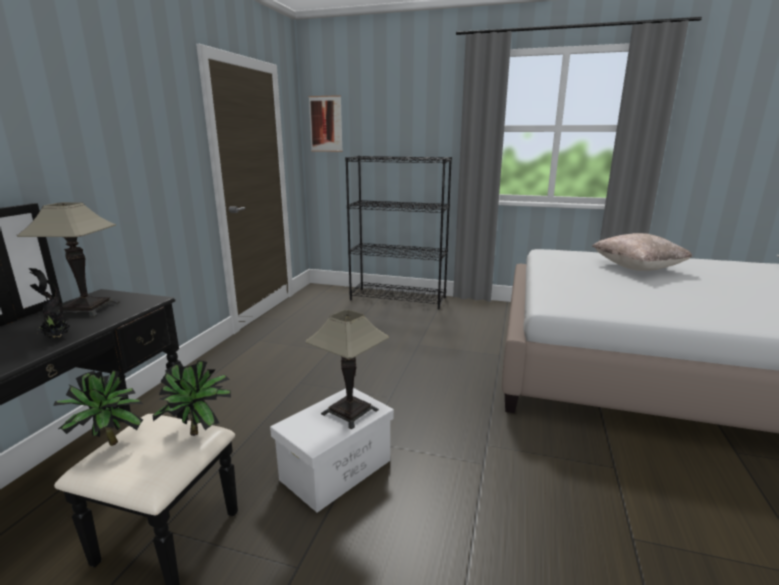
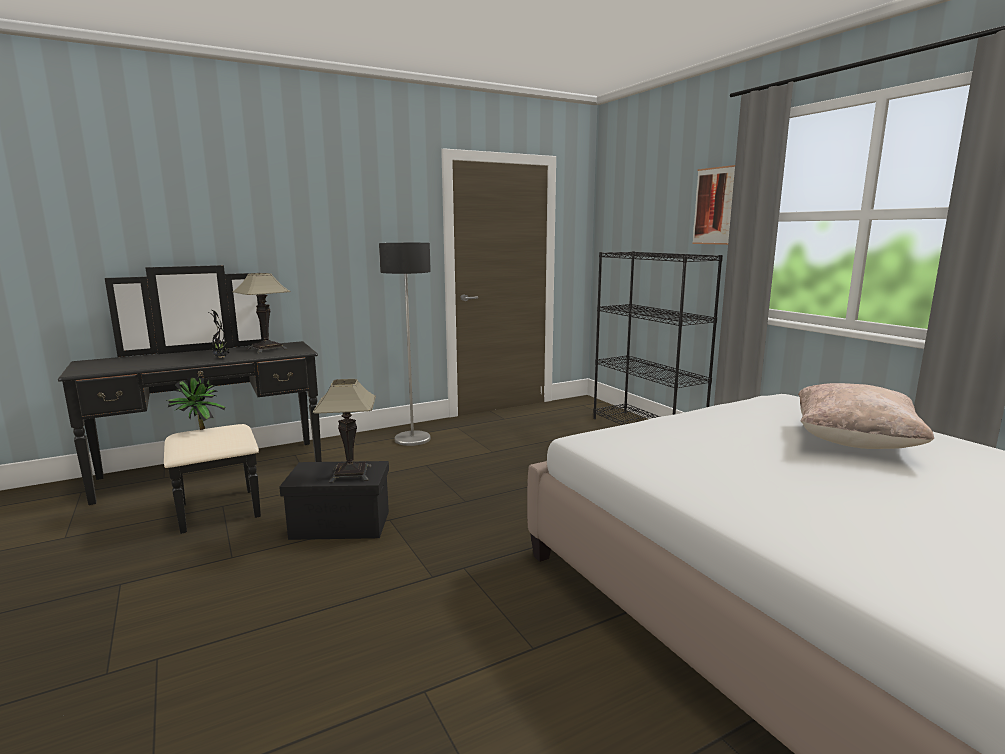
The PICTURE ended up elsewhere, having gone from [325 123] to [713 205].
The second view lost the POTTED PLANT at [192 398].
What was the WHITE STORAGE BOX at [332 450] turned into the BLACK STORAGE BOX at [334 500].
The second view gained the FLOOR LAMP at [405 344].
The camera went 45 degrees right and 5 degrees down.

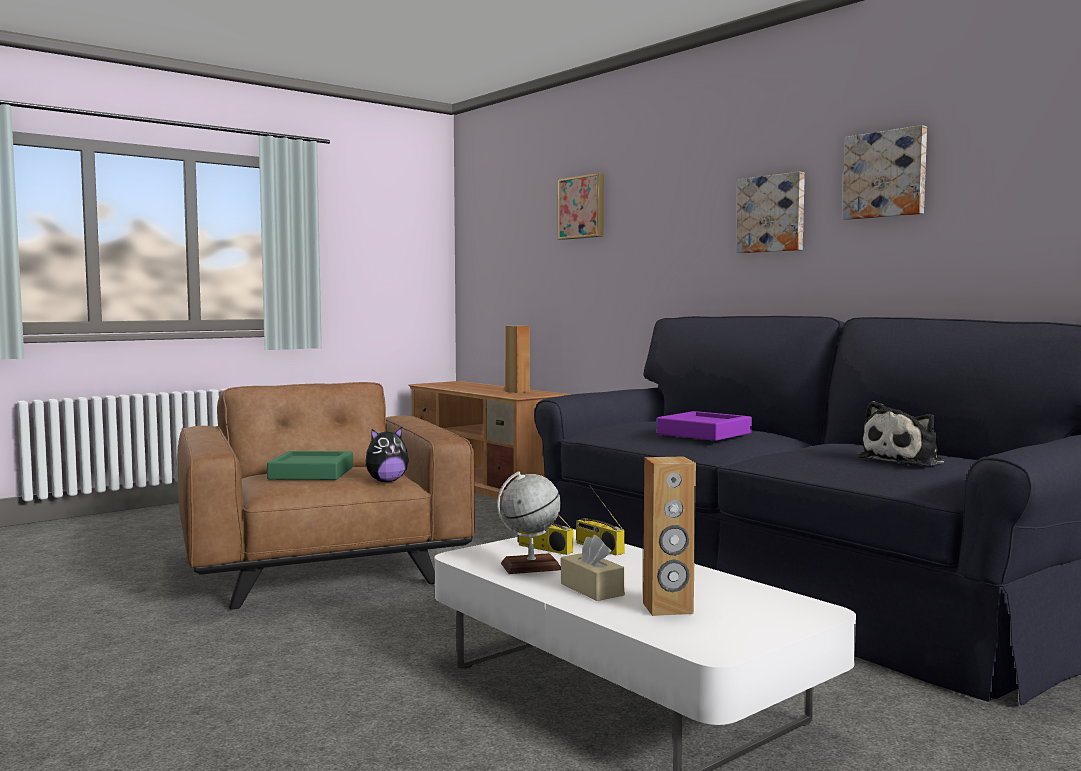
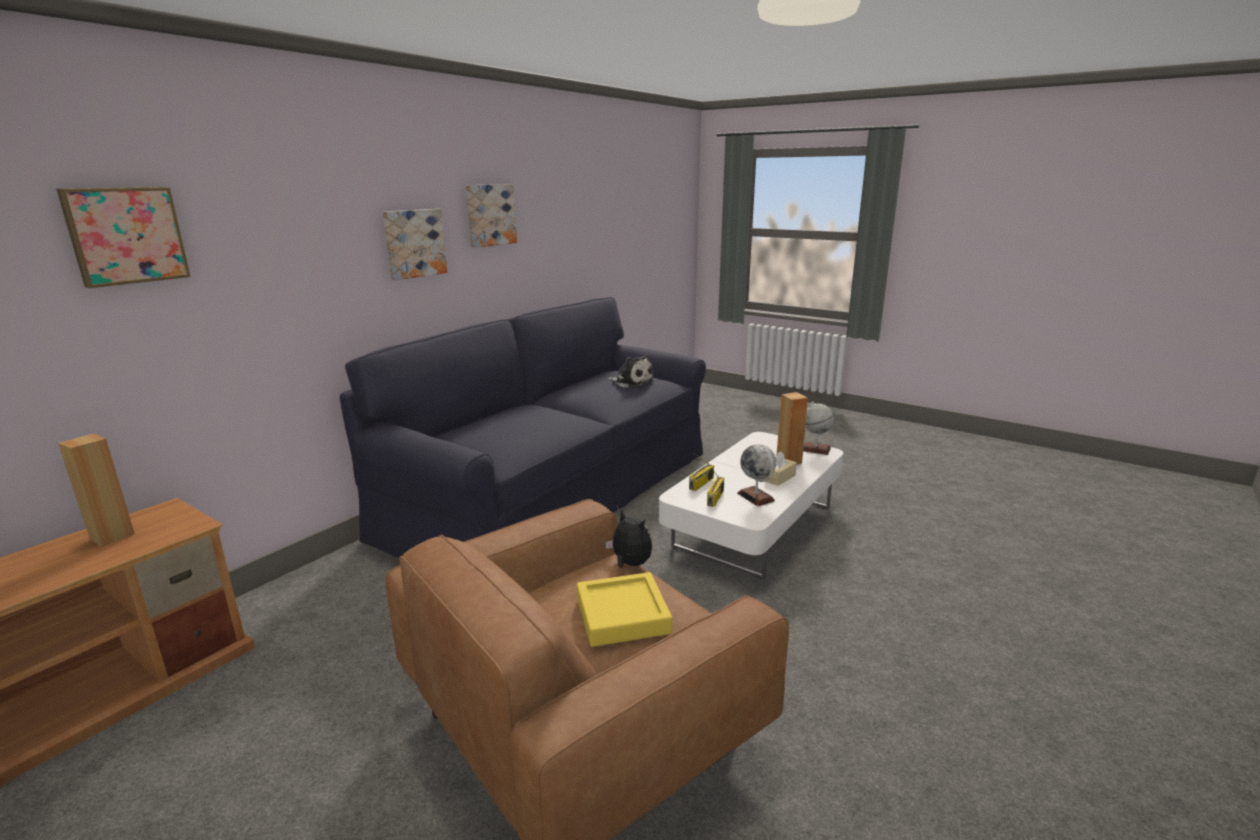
The second view lost the PURPLE TRAY at [704 426].
What was the GREEN TRAY at [310 465] turned into the YELLOW TRAY at [624 609].
The second view gained the GLOBE at [818 428].
The camera went 105 degrees left and 15 degrees up.

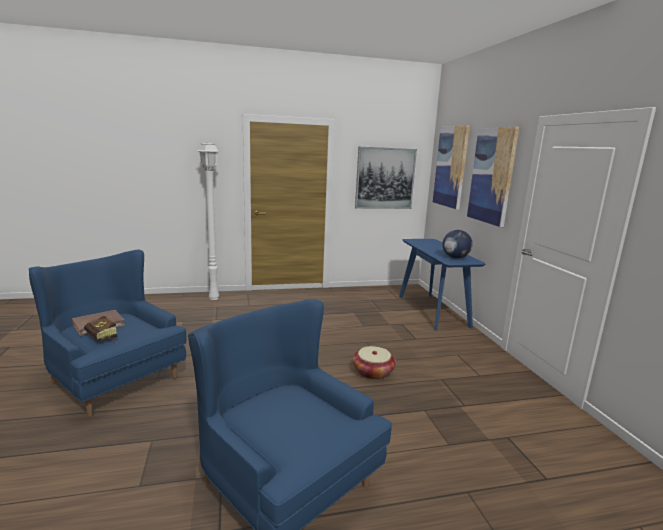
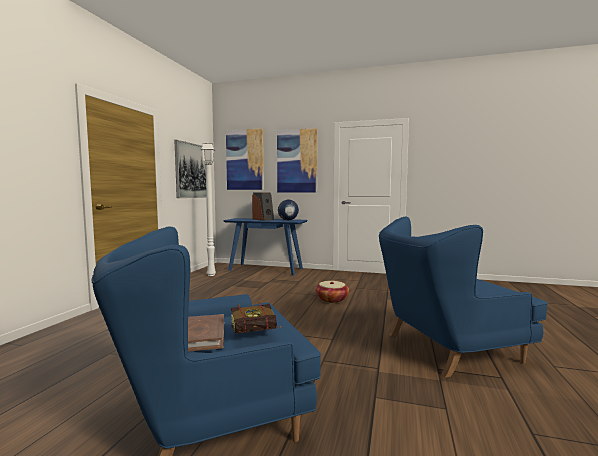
The WHITE FLOOR LAMP ended up elsewhere, having gone from [208 221] to [208 209].
The second view gained the SPEAKER at [263 206].
The camera went 60 degrees left and 10 degrees down.

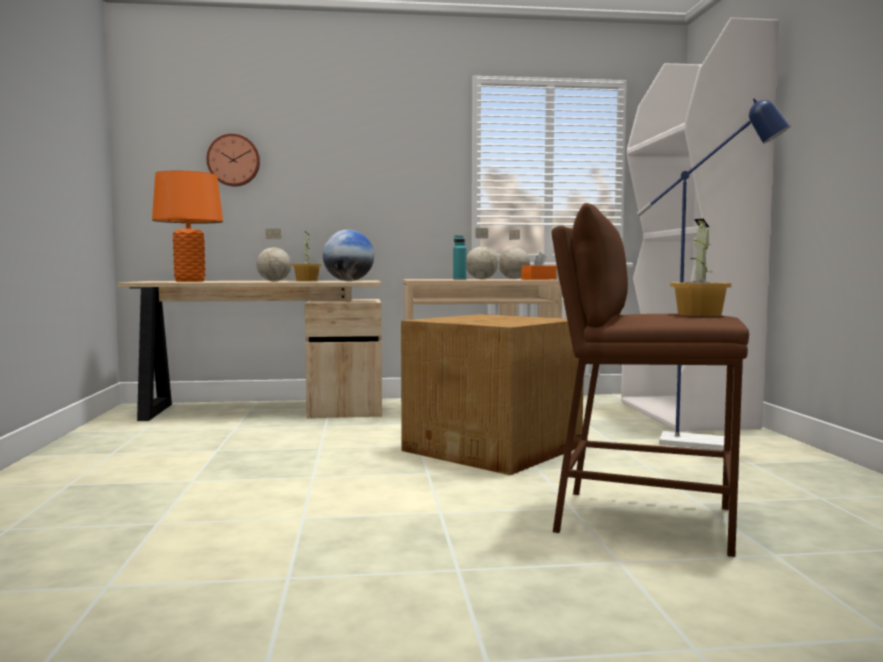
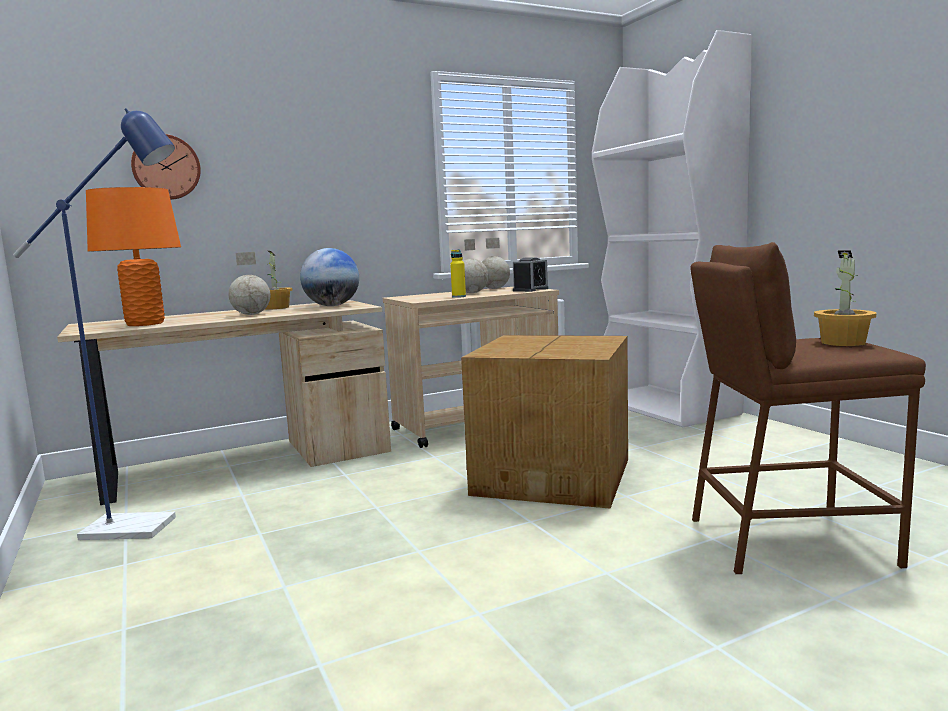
The BLUE FLOOR LAMP ended up elsewhere, having gone from [714 274] to [94 324].
What was the TURQUOISE BOTTLE at [459 257] turned into the YELLOW BOTTLE at [458 274].
Where the ORANGE TISSUE BOX stood at [539 266], the ALARM CLOCK came to stand at [531 274].
The camera went 20 degrees left and 5 degrees up.

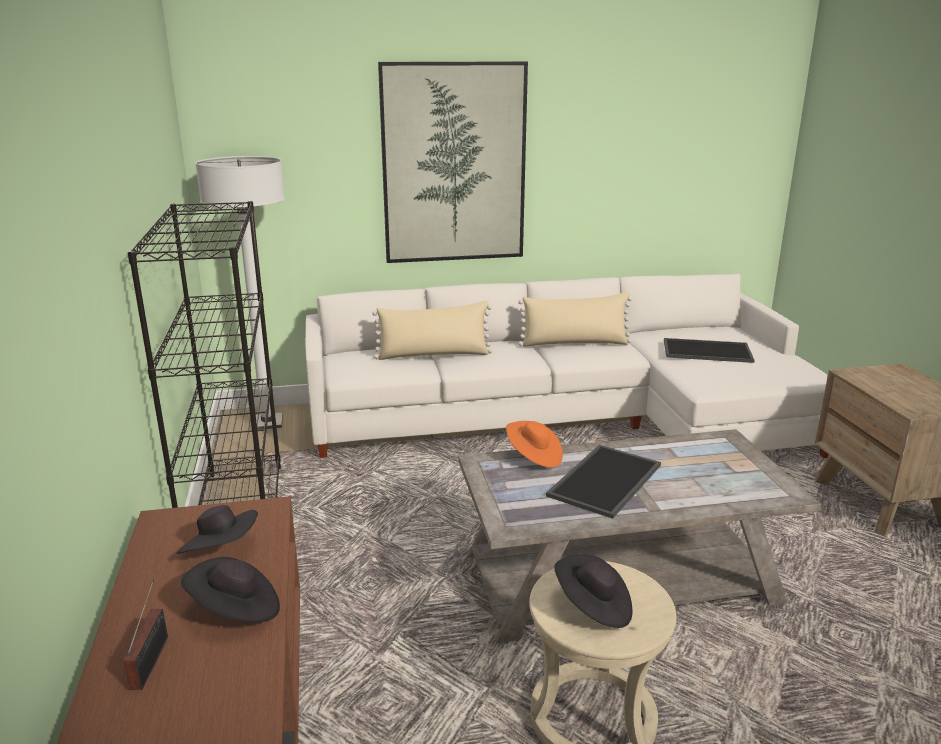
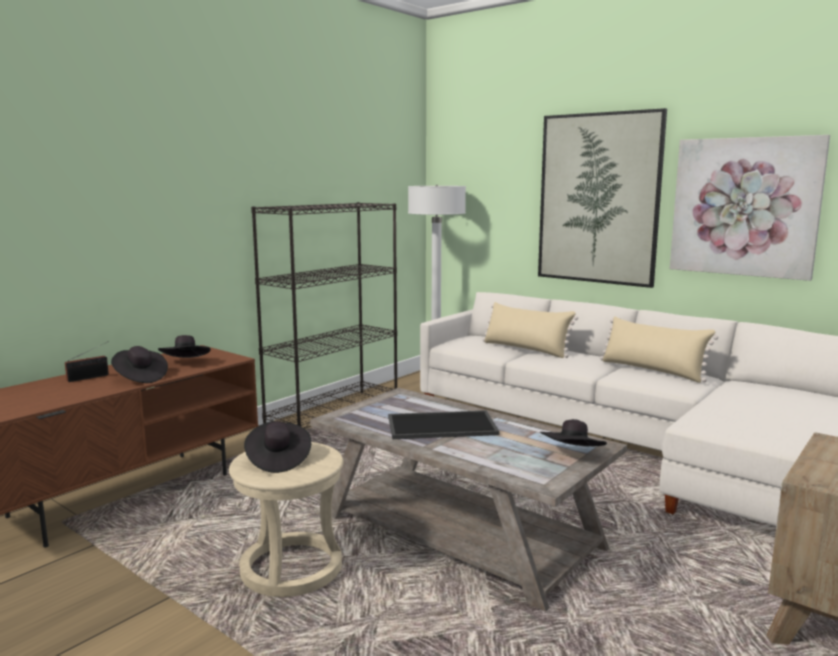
The second view lost the TRAY at [709 350].
The second view lost the ORANGE HAT at [534 444].
The second view gained the PICTURE at [750 208].
The second view gained the BLACK HAT at [573 432].
The camera went 50 degrees right and 10 degrees down.

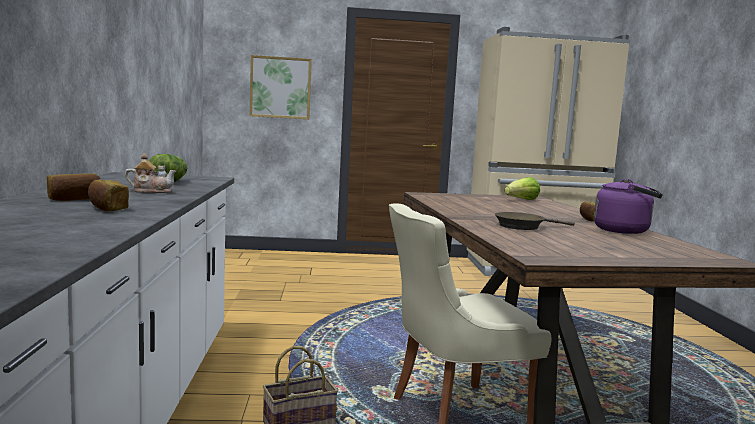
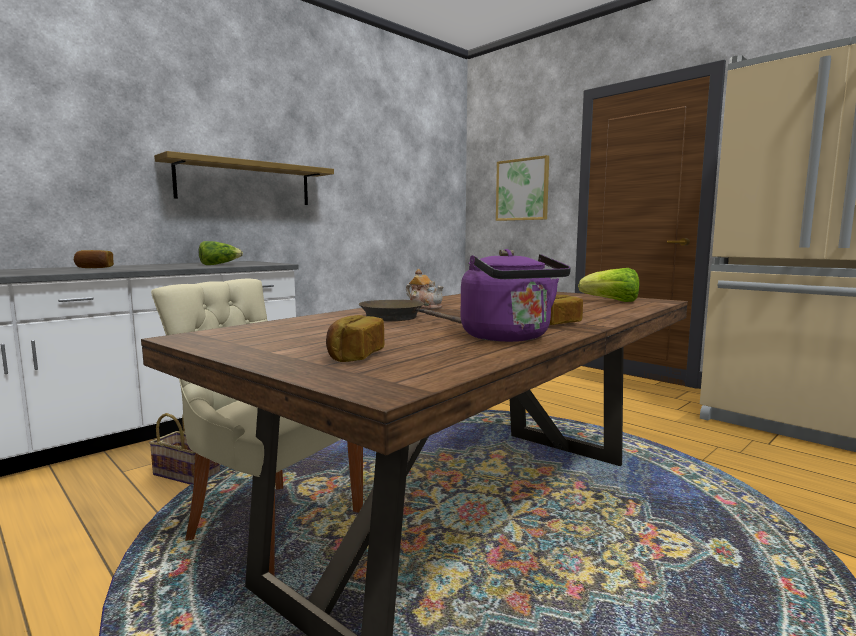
The TEAPOT ended up elsewhere, having gone from [150 173] to [425 289].
The BREAD ended up elsewhere, having gone from [108 195] to [355 338].
The second view gained the SHELF at [244 178].
The camera went 50 degrees right and 0 degrees up.

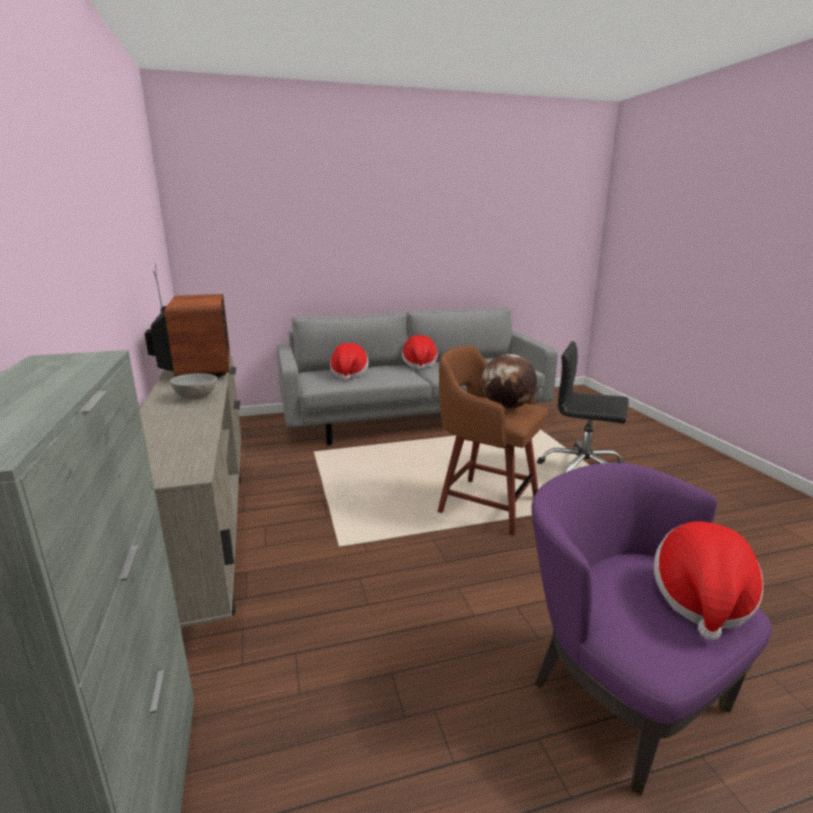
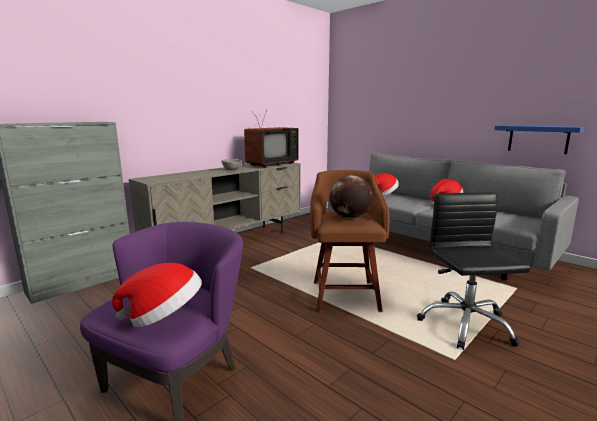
The second view gained the BLUE SHELF at [539 139].
The camera went 60 degrees right and 5 degrees down.

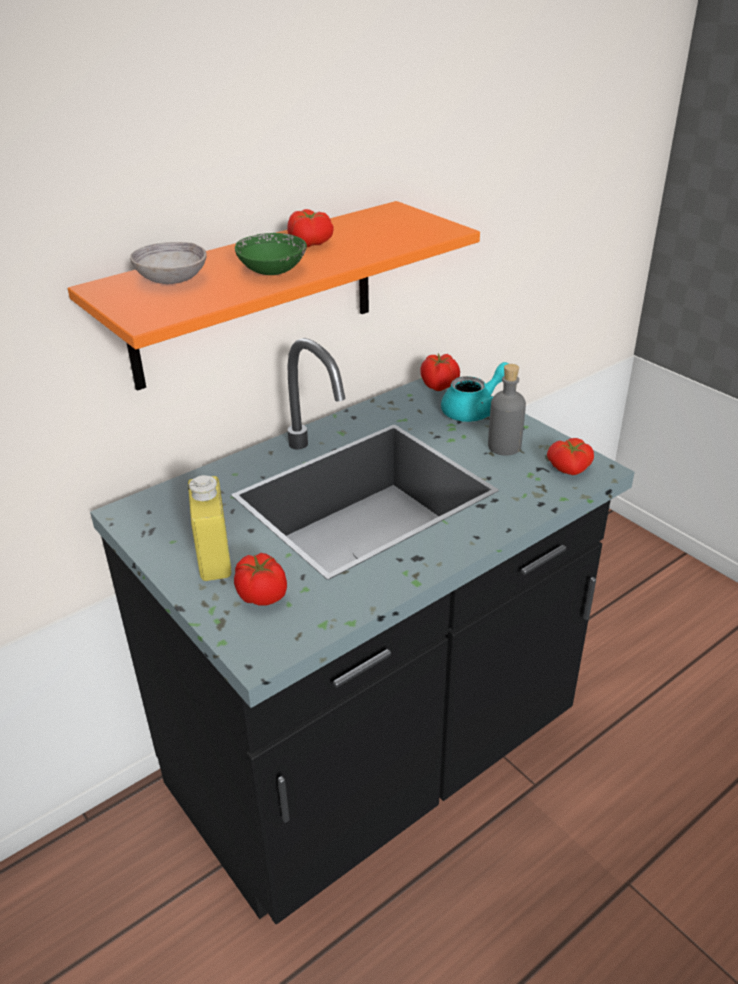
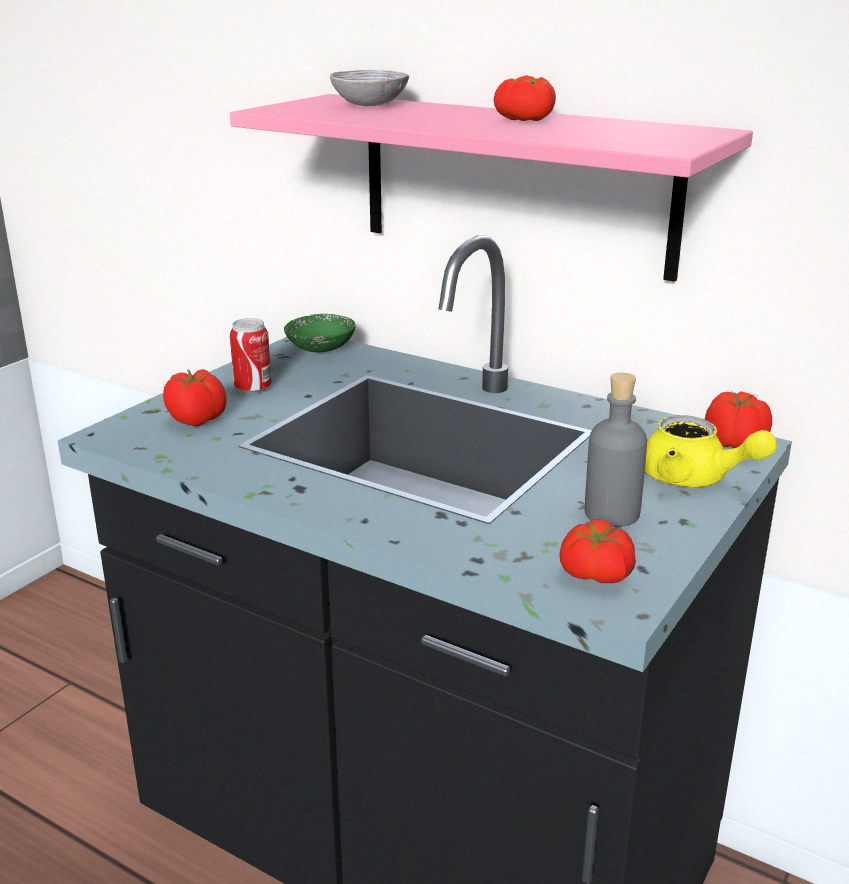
What was the ORANGE SHELF at [274 296] turned into the PINK SHELF at [491 188].
The GREEN BOWL ended up elsewhere, having gone from [271 254] to [320 333].
What was the TURQUOISE TEAPOT at [474 392] turned into the YELLOW TEAPOT at [711 451].
Where the YELLOW BOTTLE stood at [209 528], the CAN came to stand at [251 356].
The camera went 70 degrees right and 10 degrees down.

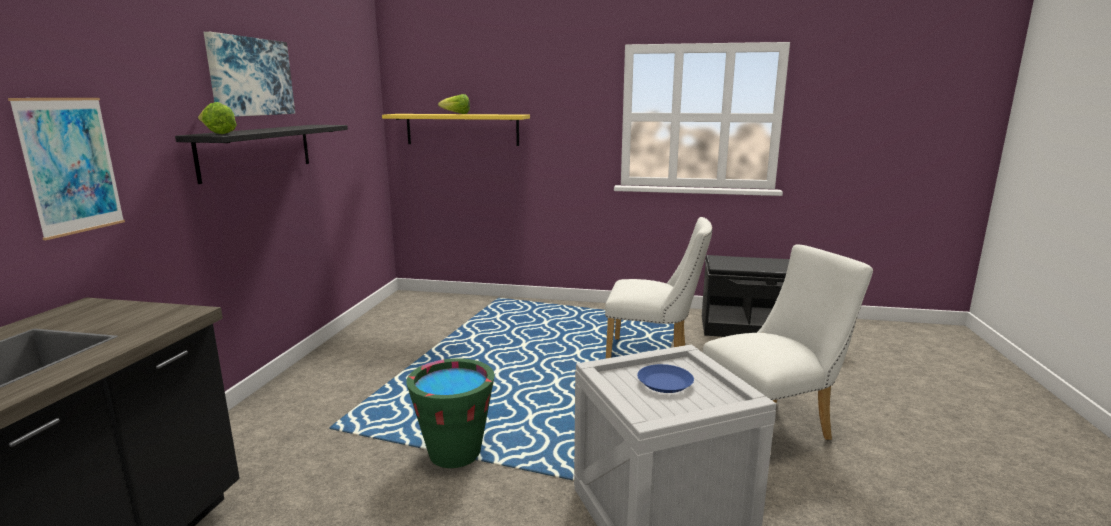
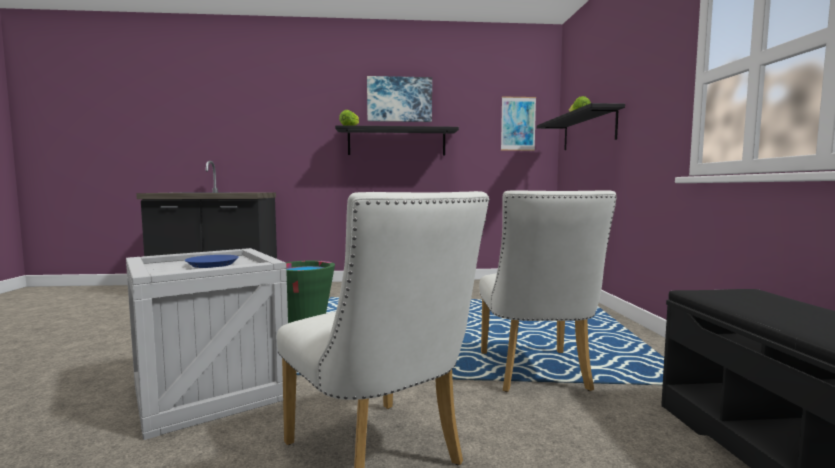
The PICTURE ended up elsewhere, having gone from [66 169] to [518 124].
What was the YELLOW SHELF at [456 130] turned into the BLACK SHELF at [581 126].
The camera went 75 degrees right and 10 degrees down.

